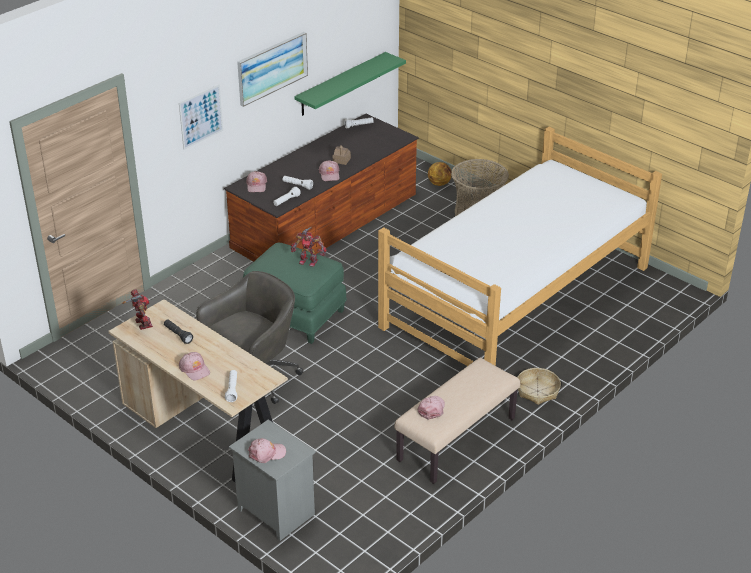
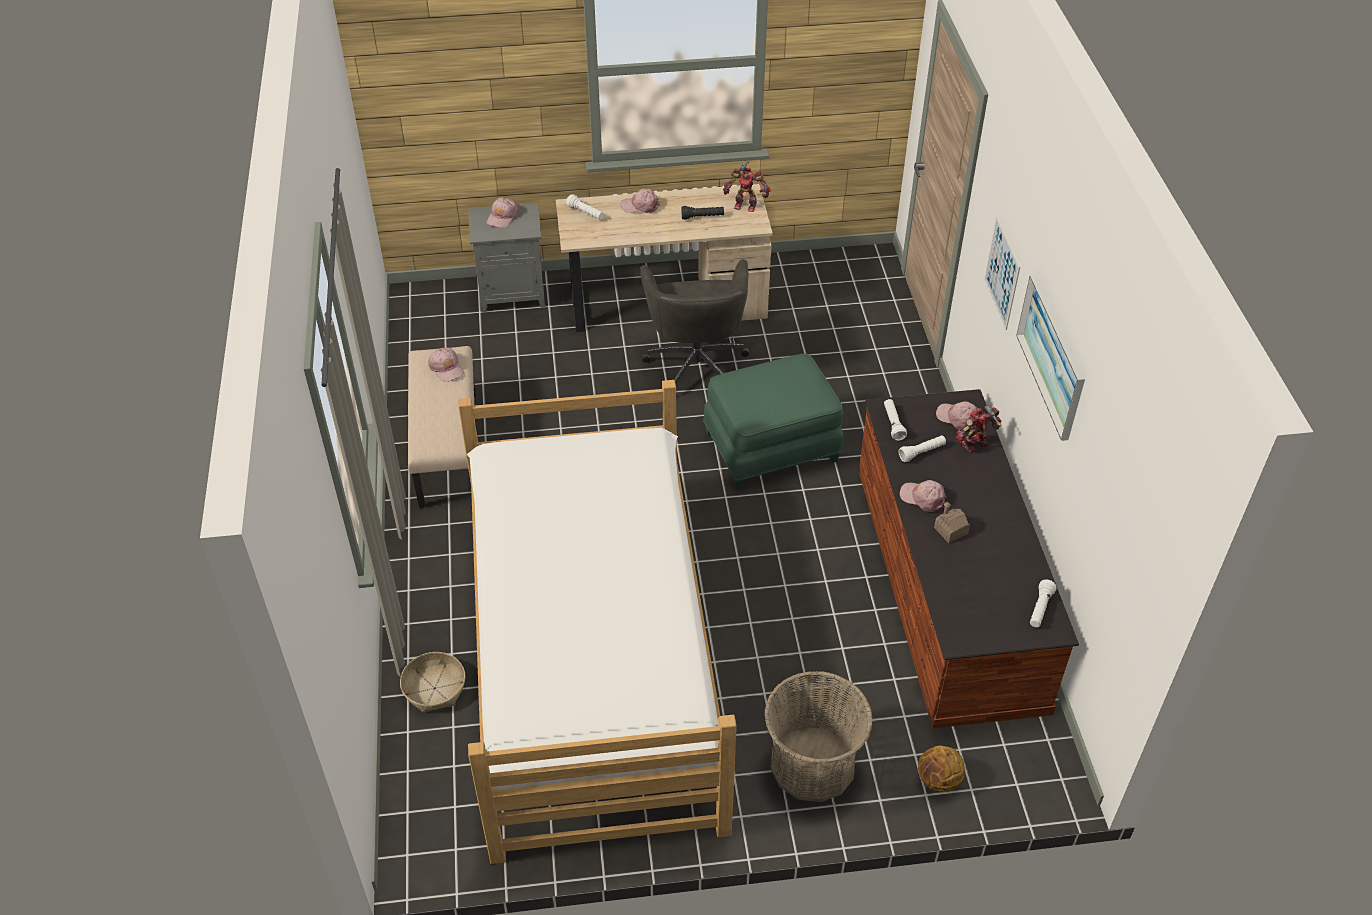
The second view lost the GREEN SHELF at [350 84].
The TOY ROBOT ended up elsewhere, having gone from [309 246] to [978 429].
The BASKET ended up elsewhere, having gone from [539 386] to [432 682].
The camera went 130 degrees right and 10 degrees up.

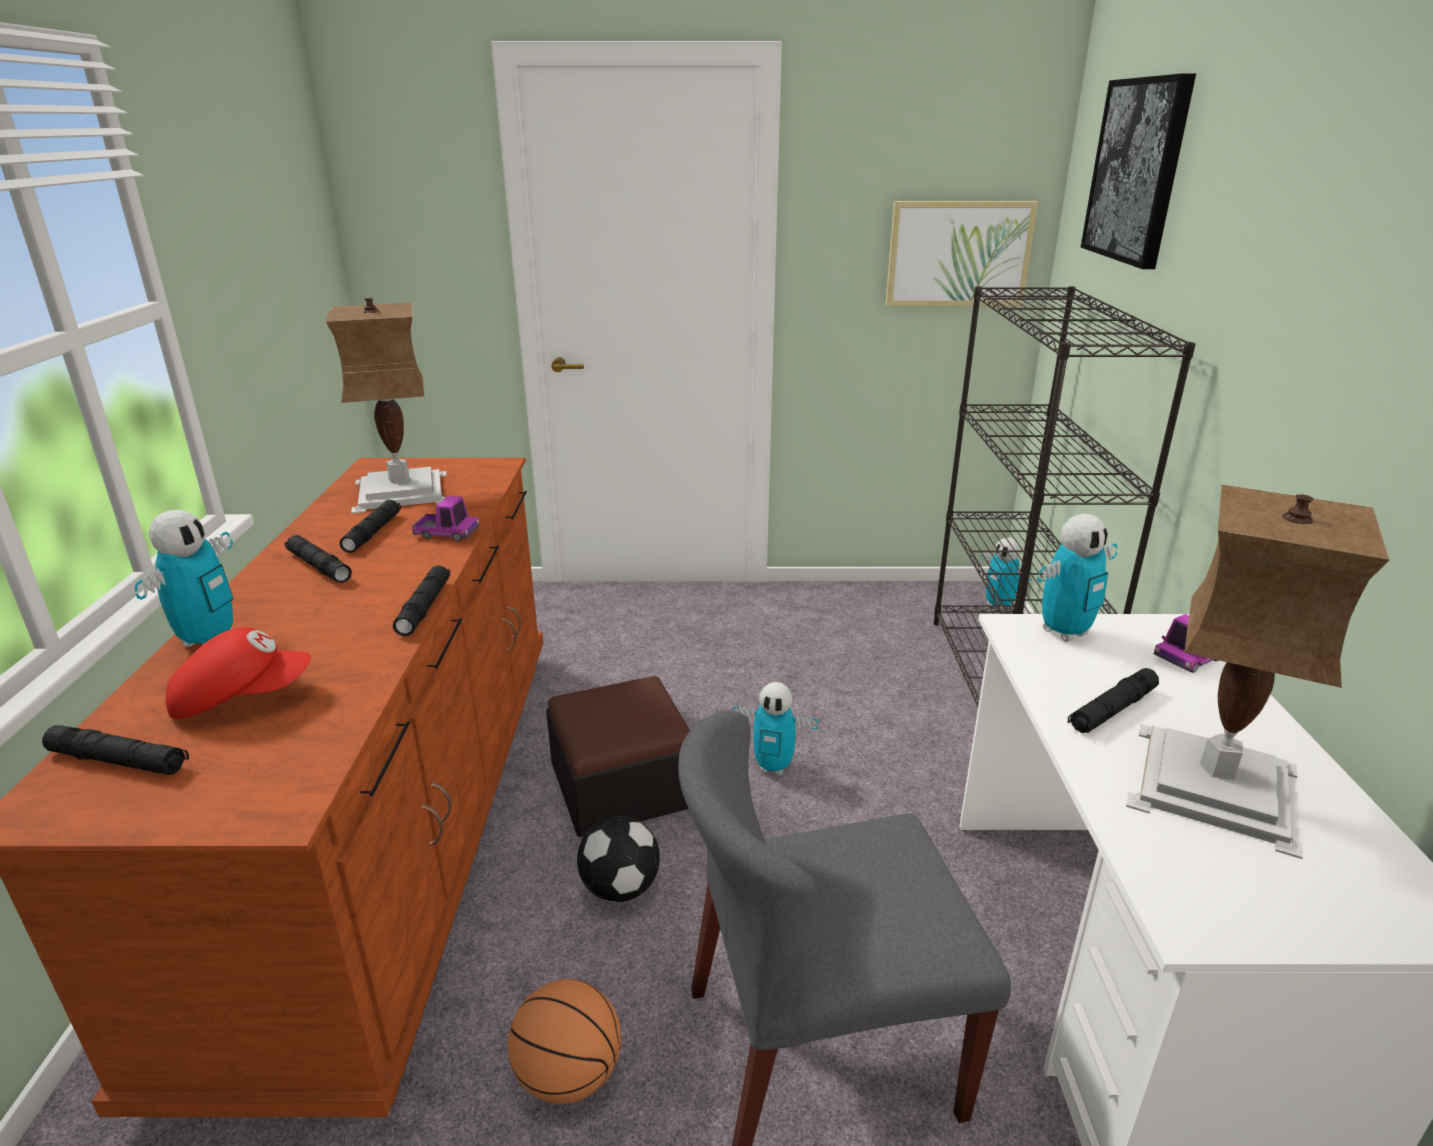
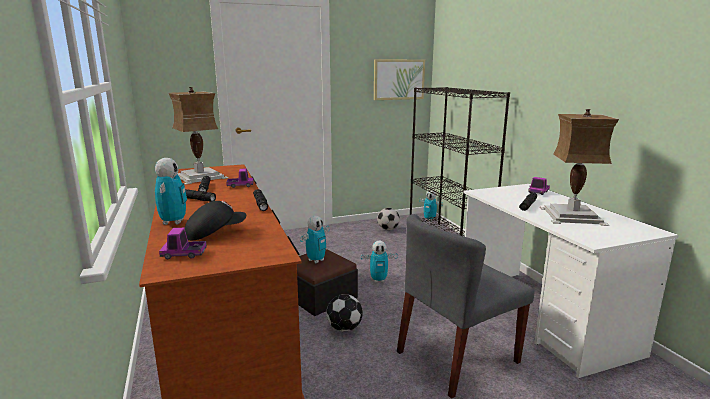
The second view lost the PICTURE at [1138 171].
The TOY ROBOT ended up elsewhere, having gone from [1077 578] to [315 239].
What was the RED CAP at [238 673] turned into the BLACK CAP at [215 220].
Where the BLACK FLASHLIGHT stood at [115 750], the TOY TRUCK came to stand at [183 243].
The second view lost the BASKETBALL at [564 1041].
The second view gained the FOOTBALL at [388 219].
The camera went 20 degrees left and 10 degrees down.

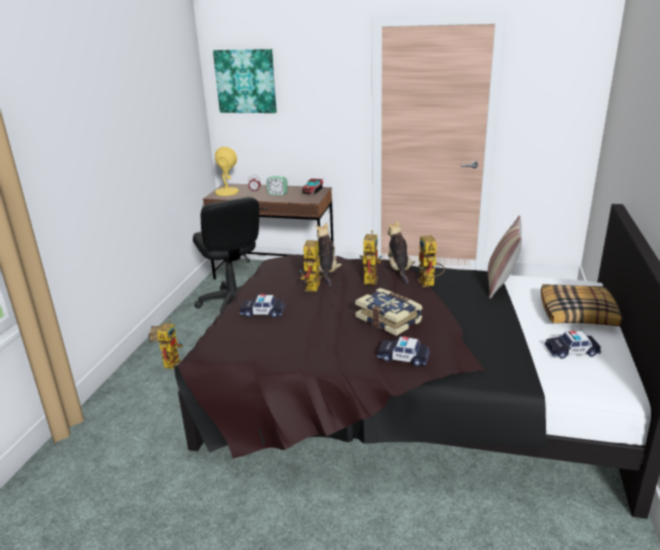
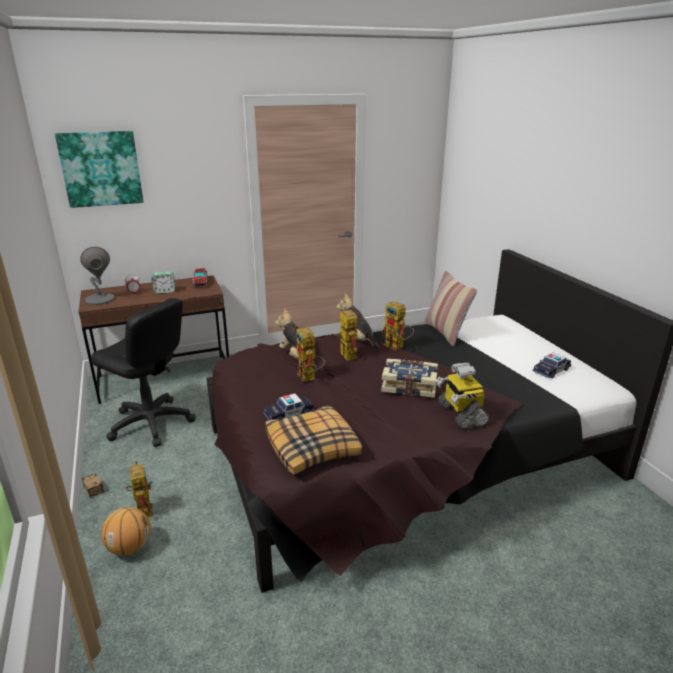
What was the YELLOW TABLE LAMP at [227 171] turned into the GREY TABLE LAMP at [97 276].
The PILLOW ended up elsewhere, having gone from [581 305] to [314 439].
Where the TOY CAR stood at [403 351], the TOY ROBOT came to stand at [463 396].
The second view gained the BASKETBALL at [126 531].
The camera went 35 degrees left and 0 degrees up.

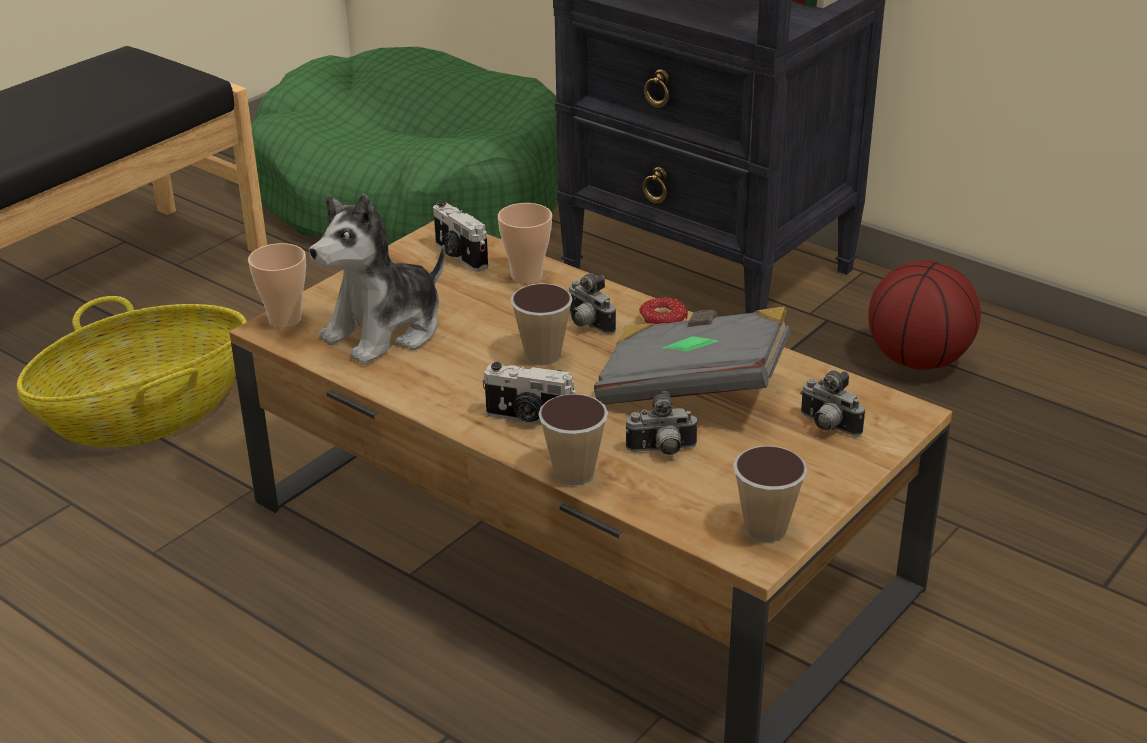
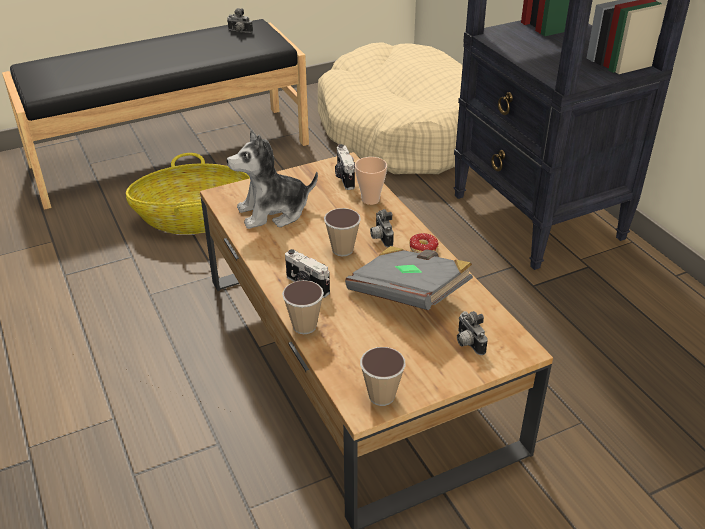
What was the GREEN DOG BED at [404 146] turned into the BEIGE DOG BED at [390 108].
The second view lost the CUP at [277 285].
The second view lost the BASKETBALL at [924 315].
The PHOTO CAMERA ended up elsewhere, having gone from [662 423] to [240 20].
The camera went 25 degrees right and 5 degrees up.

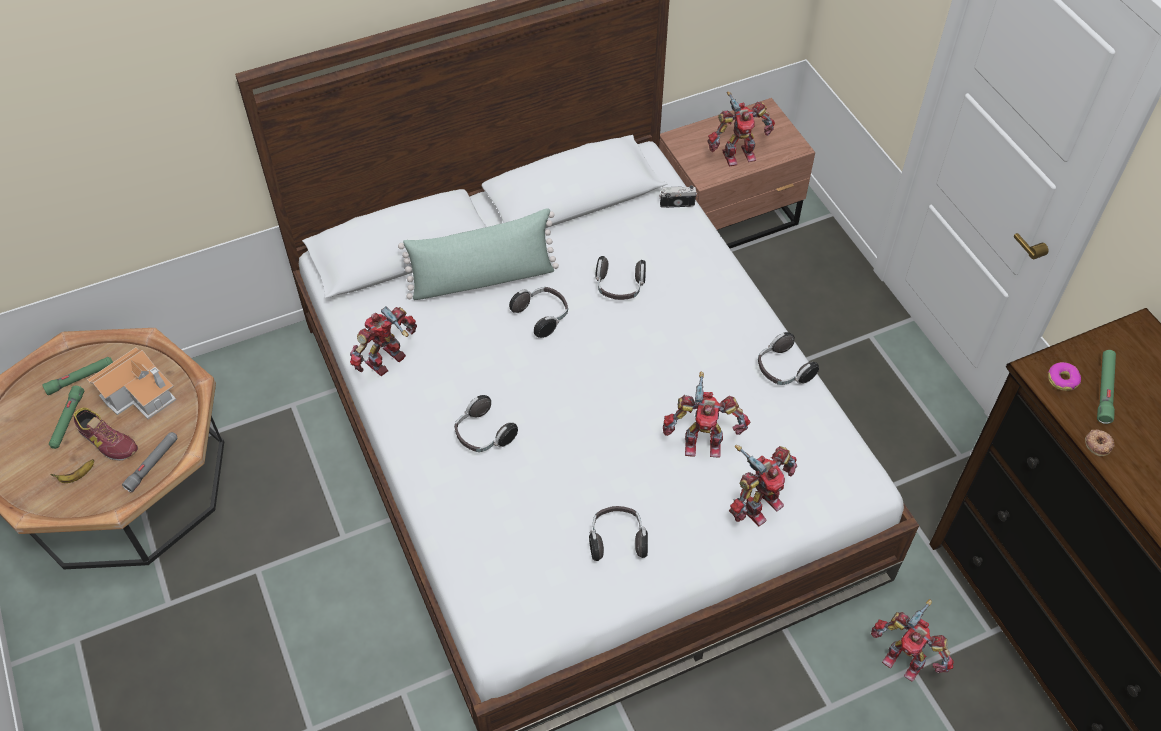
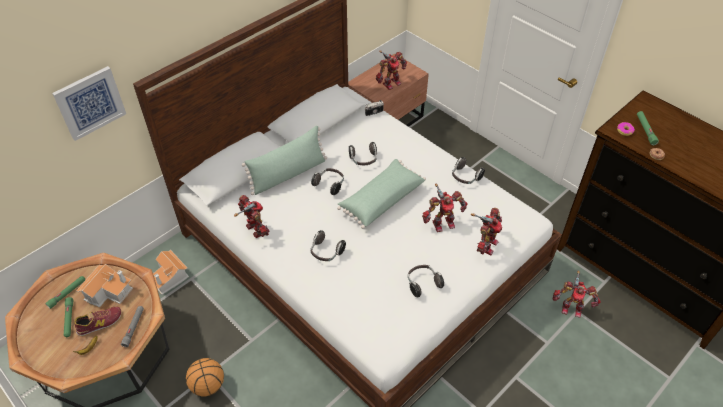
The TOY ROBOT at [383 341] ended up facing another way, 120 degrees clockwise from before.
The SHOE at [106 434] ended up facing another way, 45 degrees counterclockwise from before.
The second view gained the PICTURE at [89 103].
The second view gained the GREEN PILLOW at [381 194].
The second view gained the TOY HOUSE at [171 272].
The second view gained the BASKETBALL at [205 377].
The camera went 20 degrees left and 5 degrees down.

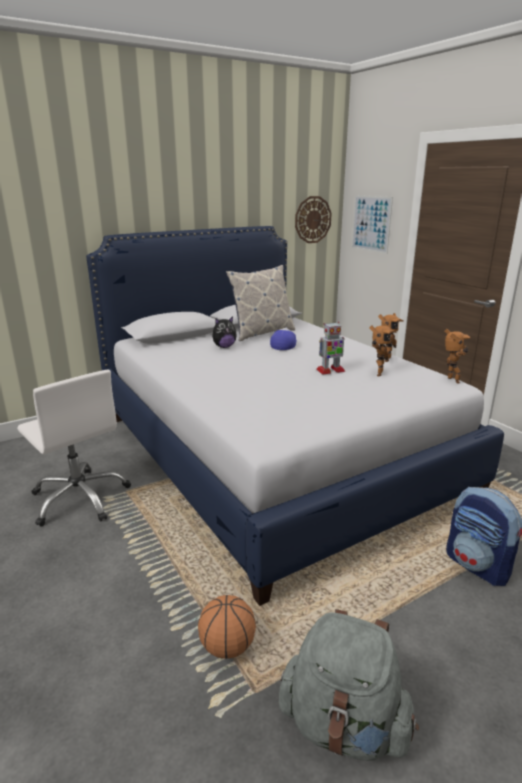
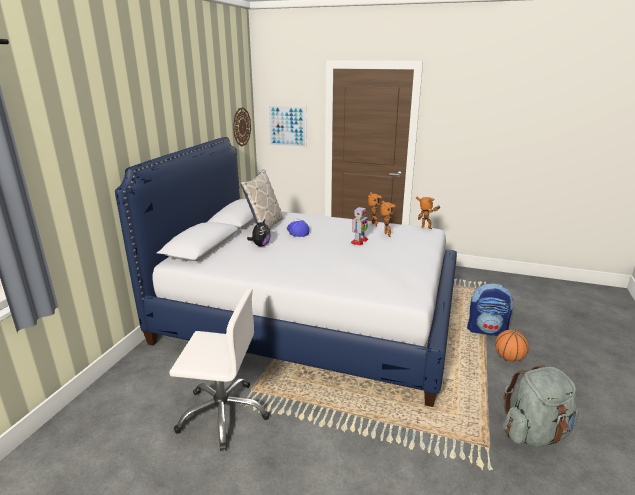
The BASKETBALL ended up elsewhere, having gone from [227 627] to [512 345].
The camera went 40 degrees left and 0 degrees up.

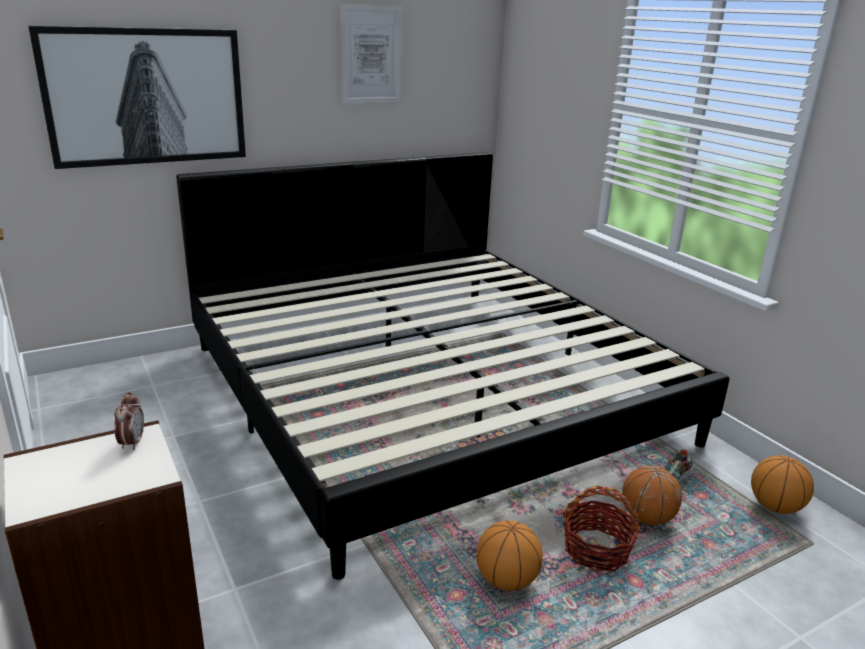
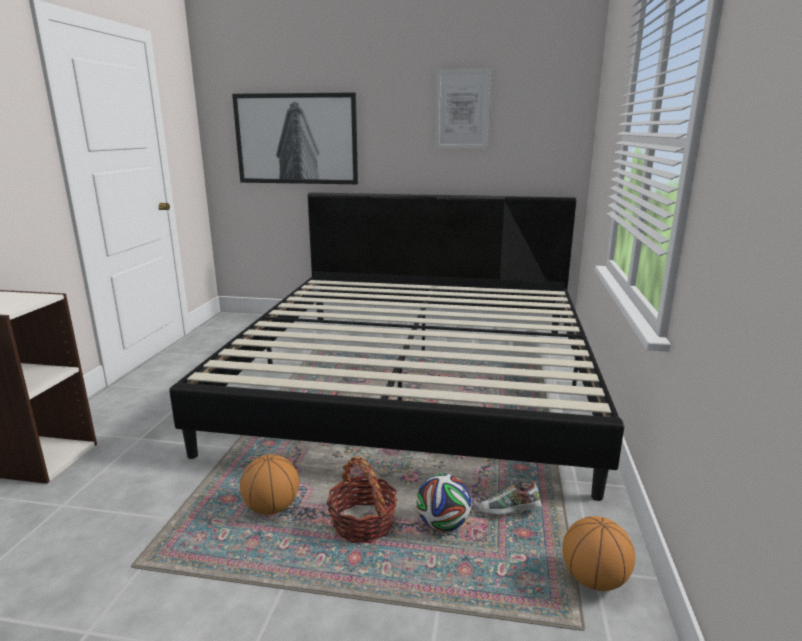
The second view lost the ALARM CLOCK at [129 421].
Where the BASKETBALL stood at [652 495], the FOOTBALL came to stand at [444 502].
The camera went 40 degrees right and 5 degrees down.

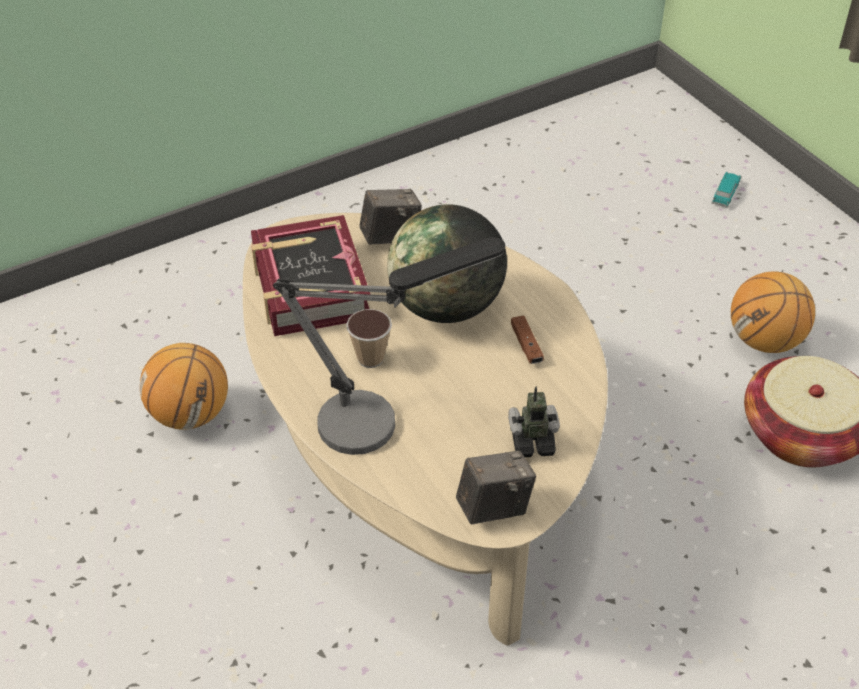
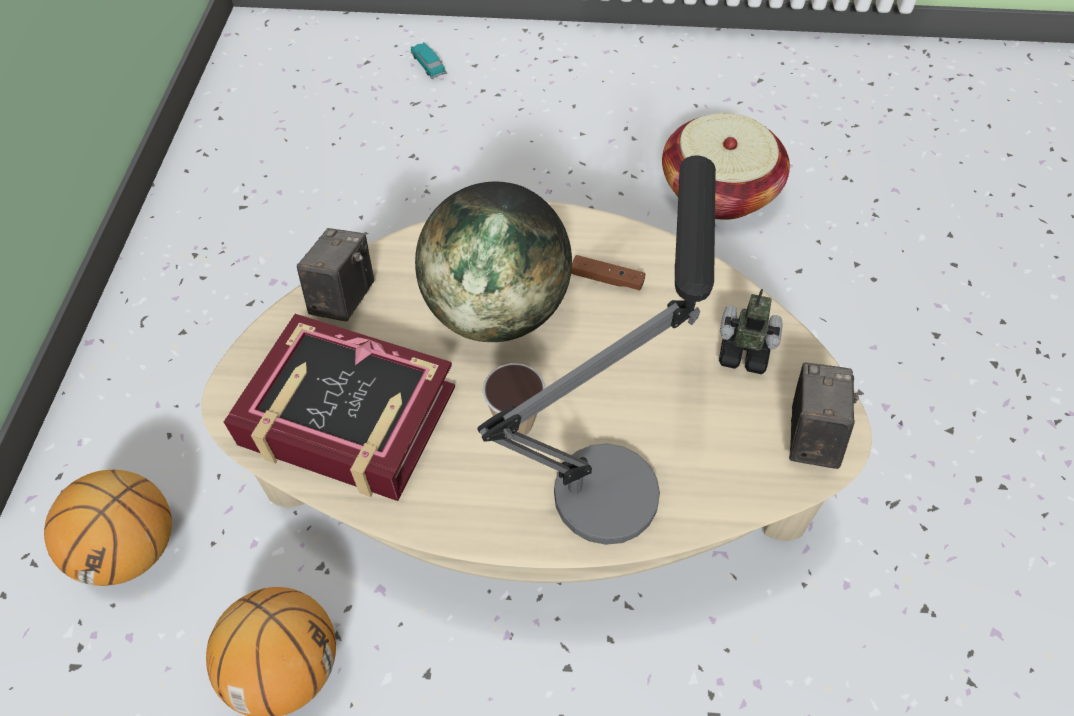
The BASKETBALL ended up elsewhere, having gone from [773 312] to [108 527].
The TOY ROBOT at [534 421] ended up facing another way, 75 degrees clockwise from before.
The camera went 55 degrees left and 10 degrees up.

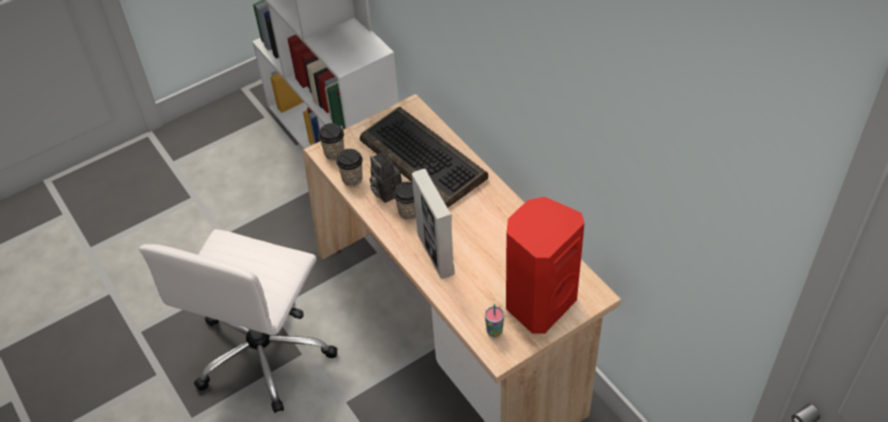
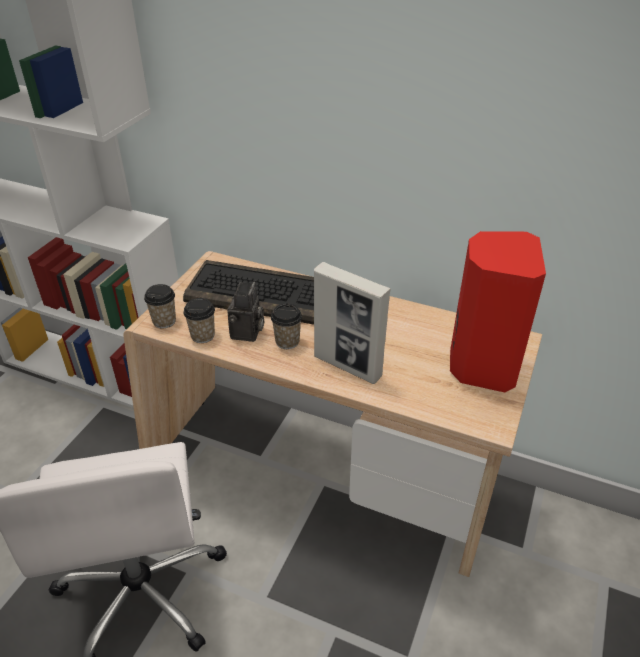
The PHOTO CAMERA at [386 177] ended up facing another way, 105 degrees counterclockwise from before.
The second view lost the CUP at [494 321].
The camera went 35 degrees left and 10 degrees down.

